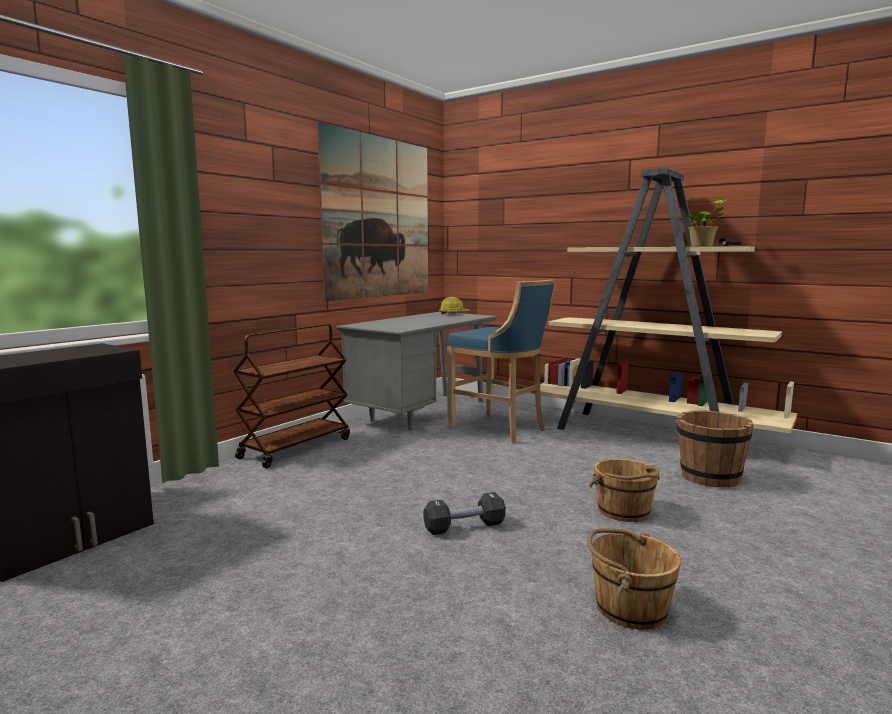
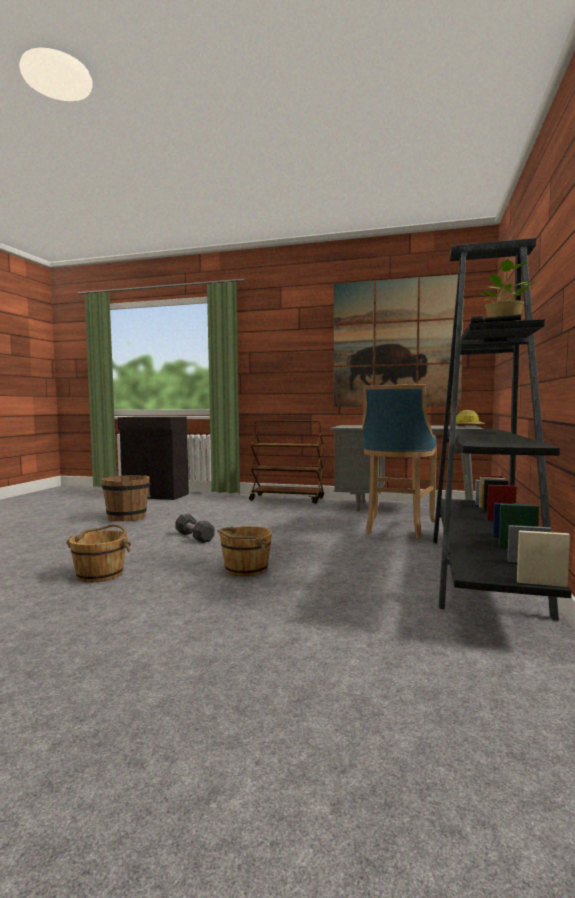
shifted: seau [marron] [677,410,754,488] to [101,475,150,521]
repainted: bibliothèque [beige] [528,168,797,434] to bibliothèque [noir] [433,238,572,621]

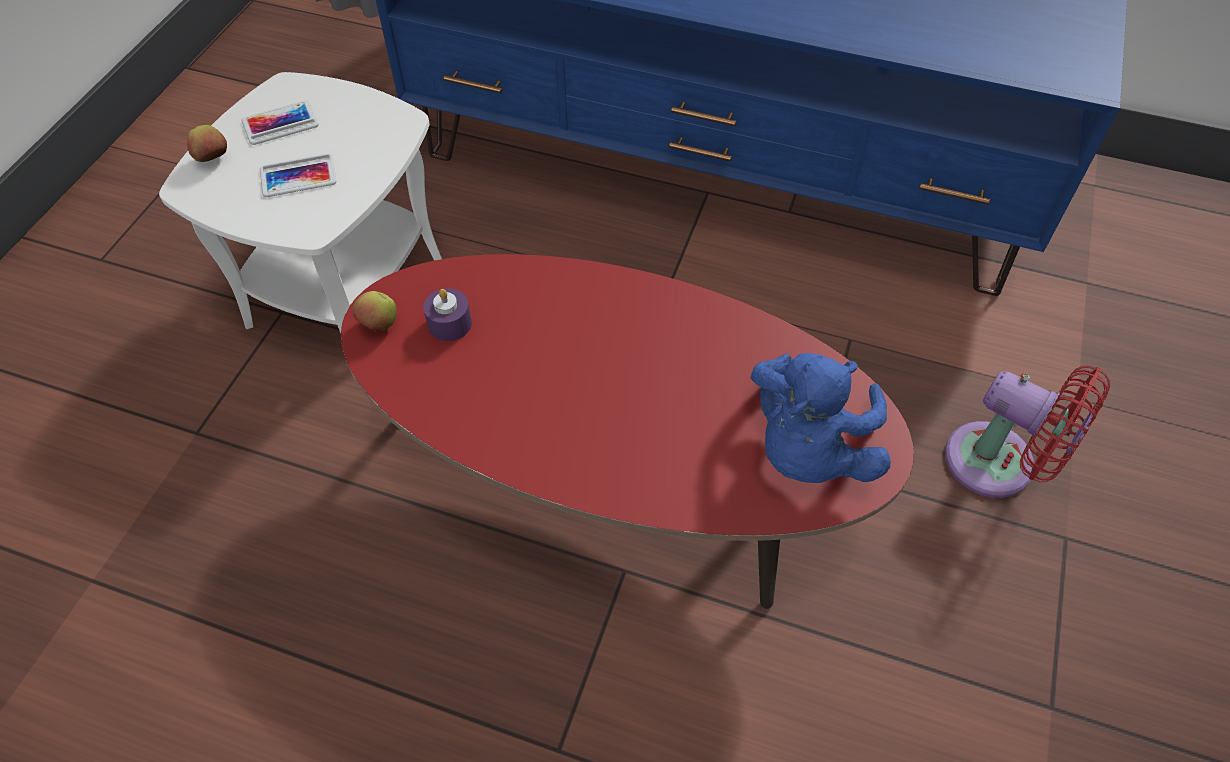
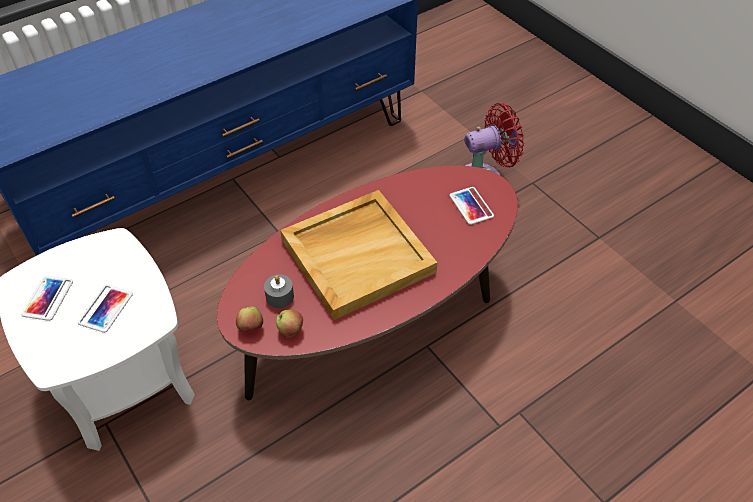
new: plateau [beige] [280,190,438,320]
shifted: pomme [187,125,227,162] to [276,309,303,338]
swapped: peluche [bleu] [750,353,891,483] to téléphone [450,187,494,225]
repainted: bougie [violet] [423,288,472,341] to bougie [gris] [264,275,294,308]

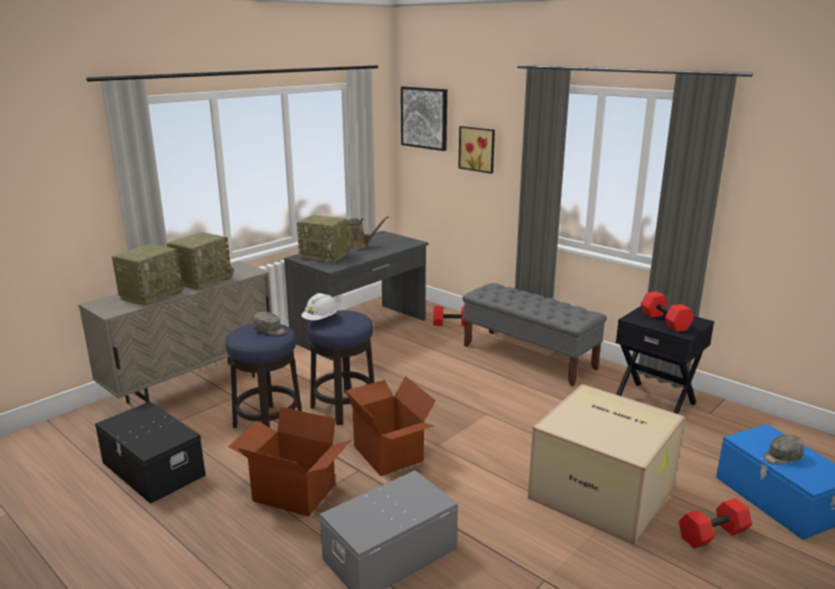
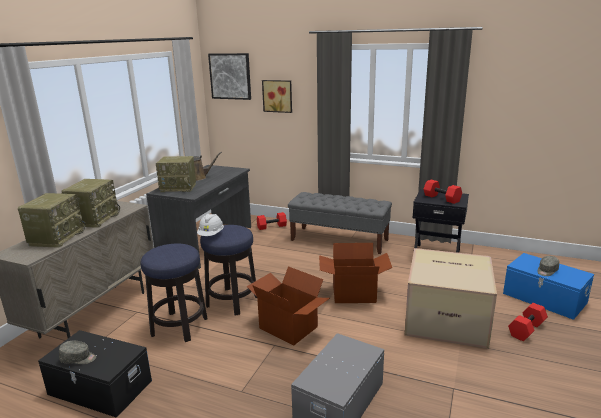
shifted: carton [228,407,351,517] to [319,243,392,303]; casquette [gris] [253,312,286,335] to [59,341,96,364]

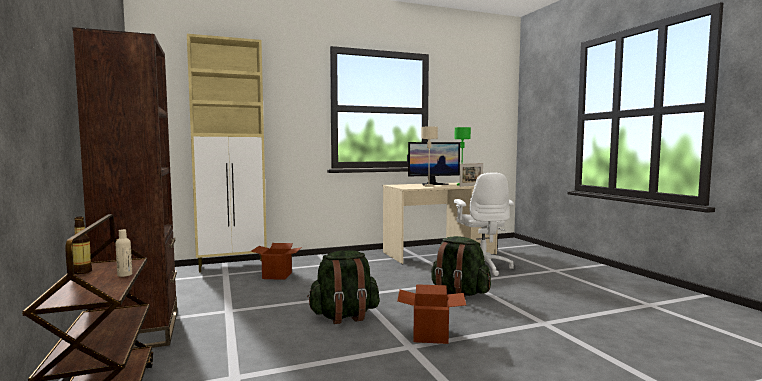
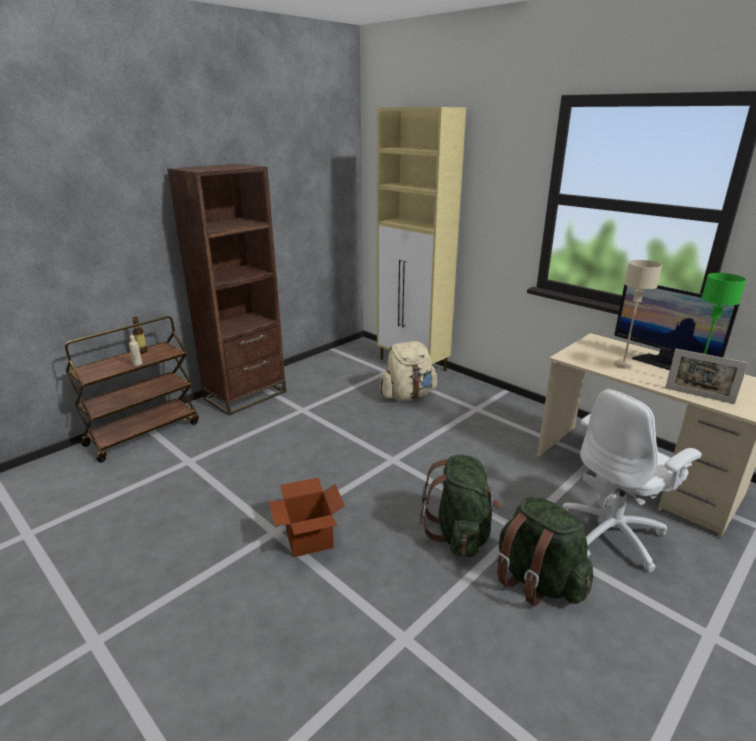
shifted: sac à dos [vert] [307,250,379,324] to [497,496,593,606]
swapped: carton [251,243,302,280] to sac à dos [beige] [379,341,437,401]

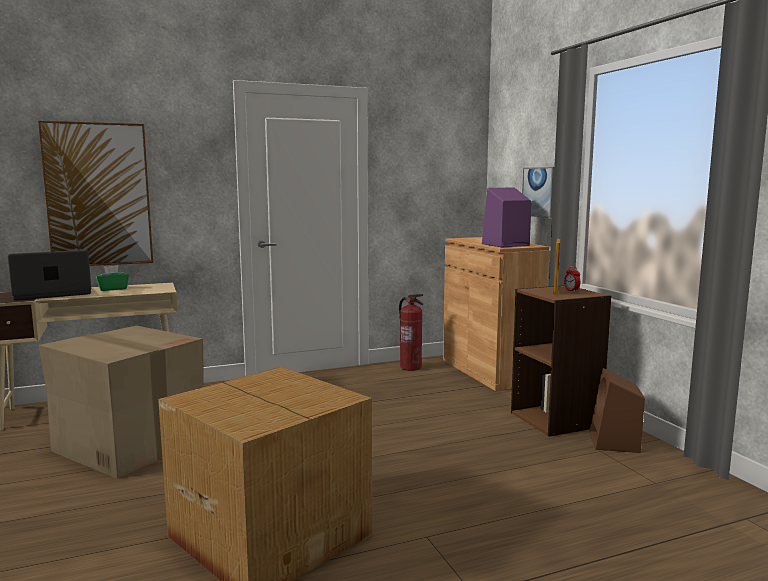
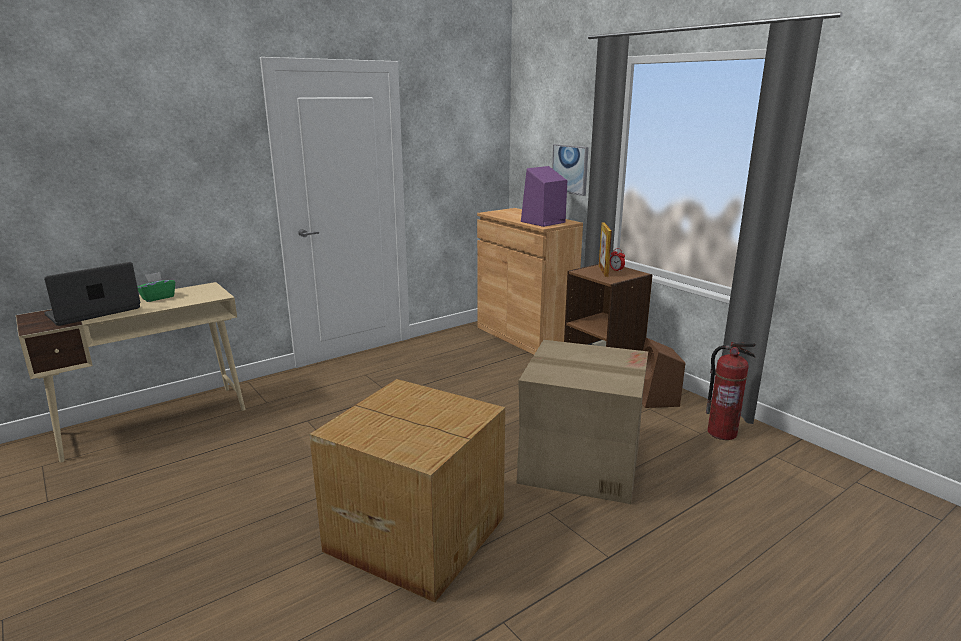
gone: tableau [38,121,153,266]
shifted: carton [39,326,204,479] to [516,340,648,504]; extincteur [399,294,424,371] to [706,342,756,440]

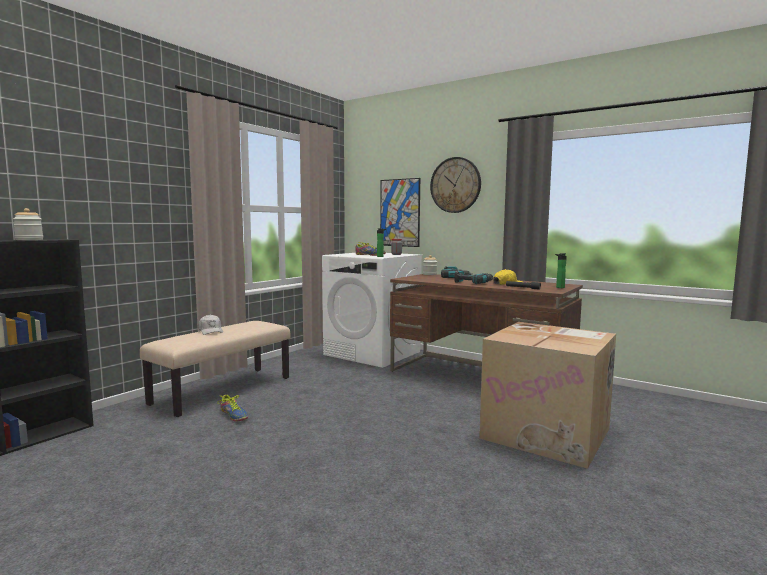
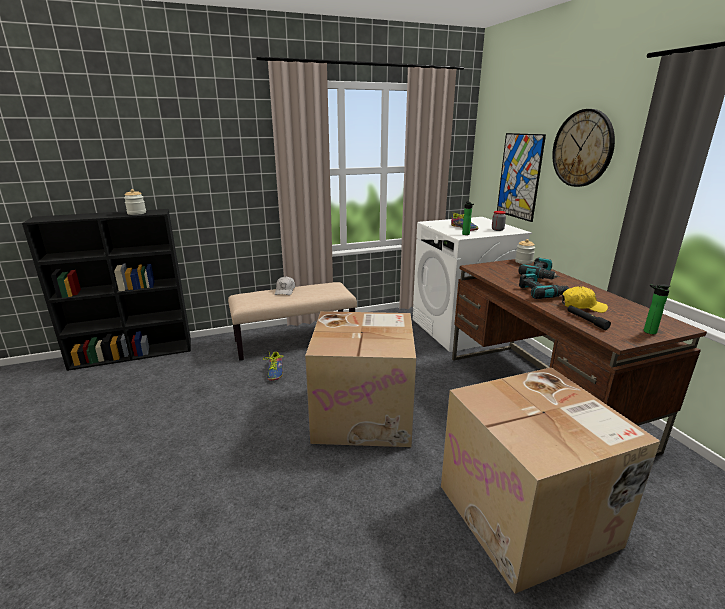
new: carton [305,311,416,447]

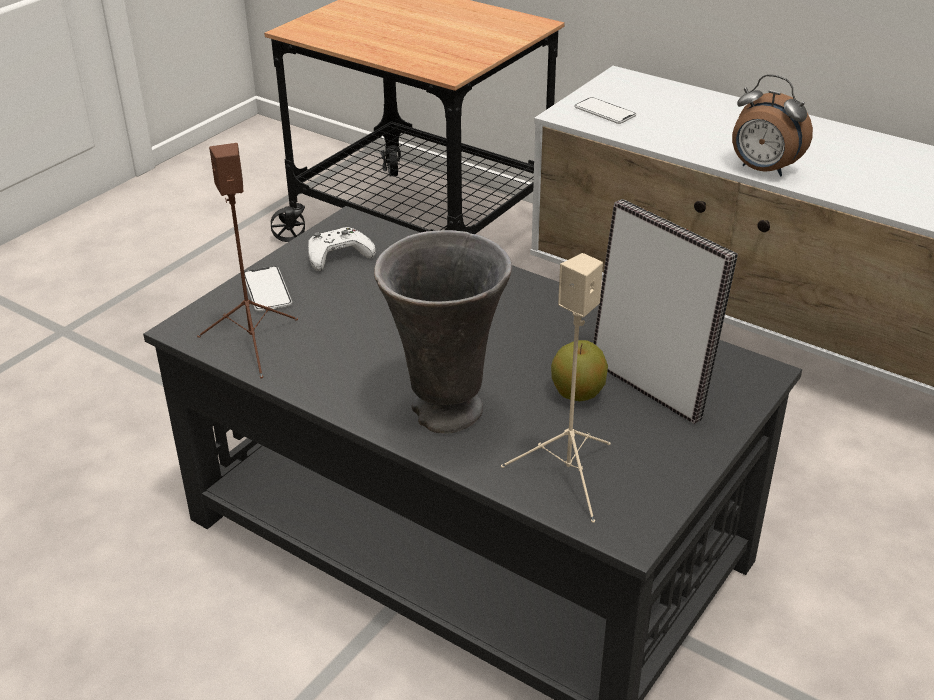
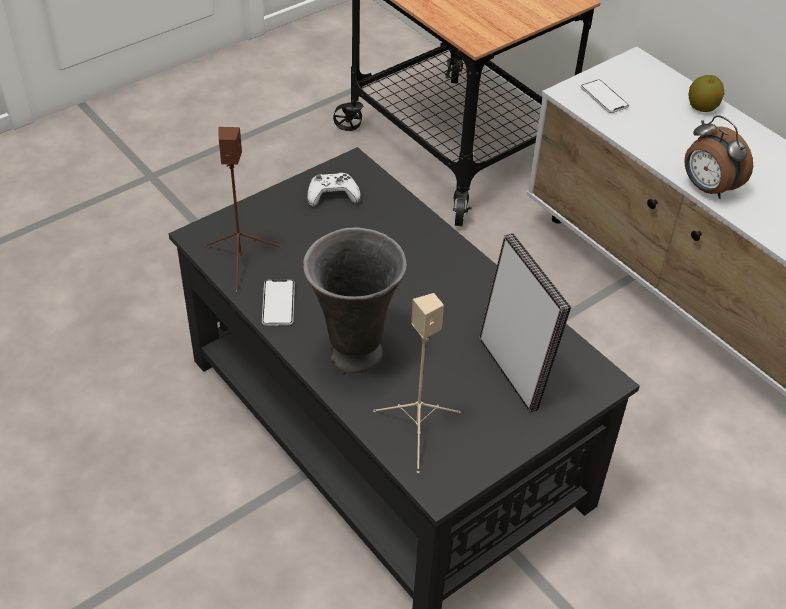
shifted: téléphone [244,266,292,312] to [262,279,295,326]; pomme [551,340,608,401] to [688,75,724,112]

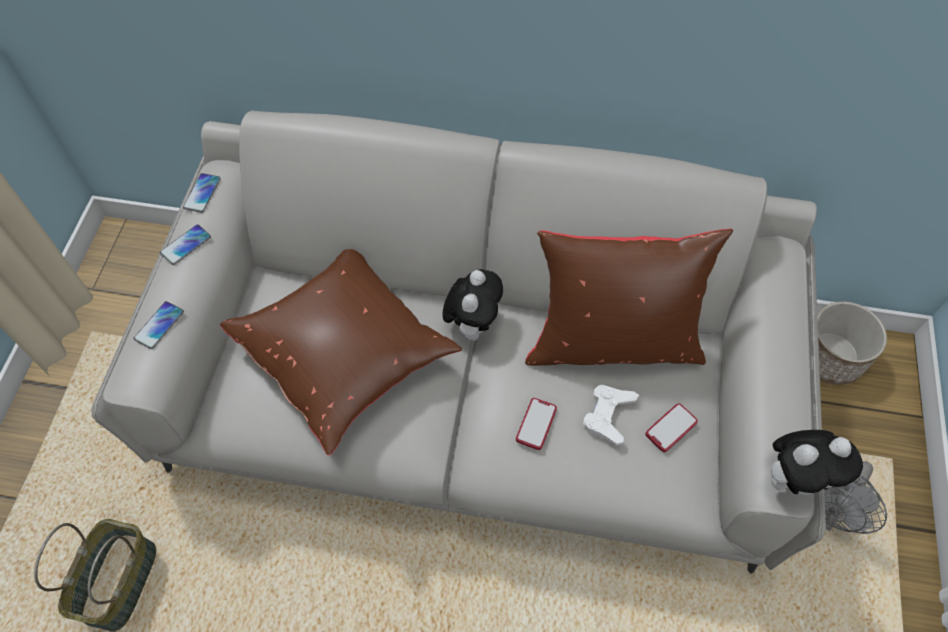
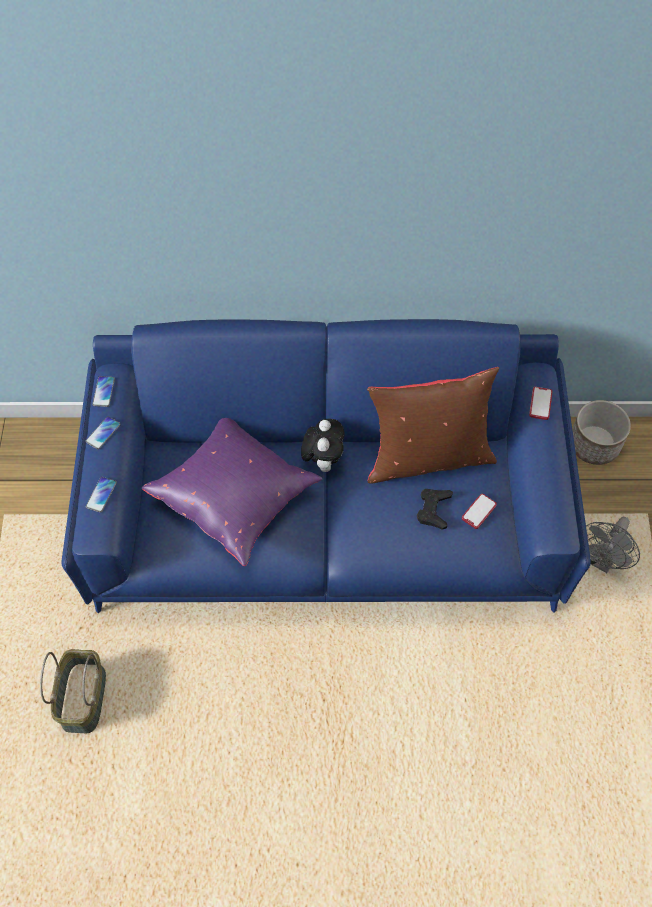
gone: peluche [771,430,863,494]
shifted: téléphone [516,398,557,450] to [529,387,552,420]
repainted: canapé [gris] [91,111,826,574] to canapé [bleu] [61,319,591,613]; coussin [marron] [220,249,462,455] to coussin [violet] [142,418,323,566]; manette [blanc] [583,385,639,446] to manette [noir] [417,489,453,530]

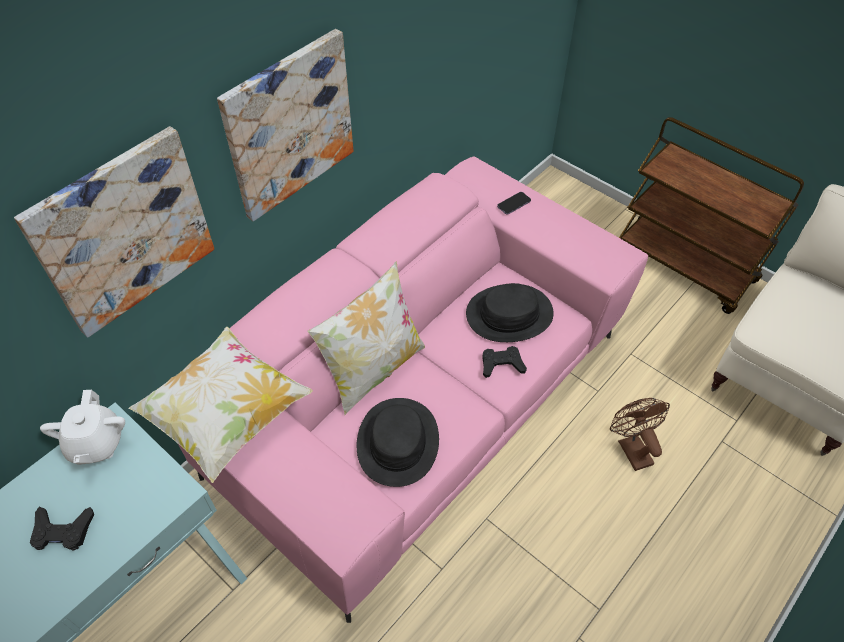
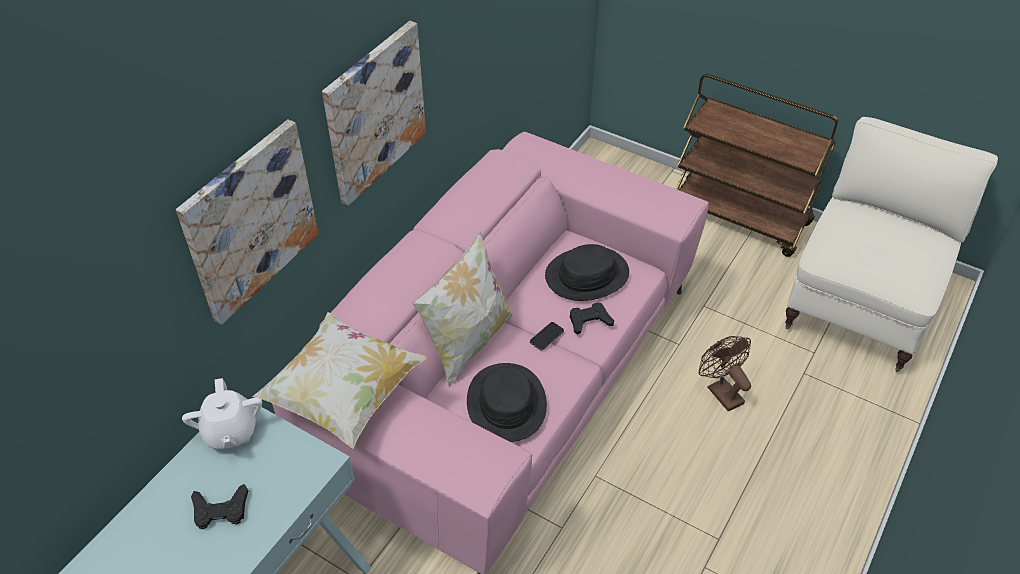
shifted: téléphone [497,192,531,215] to [530,322,564,351]

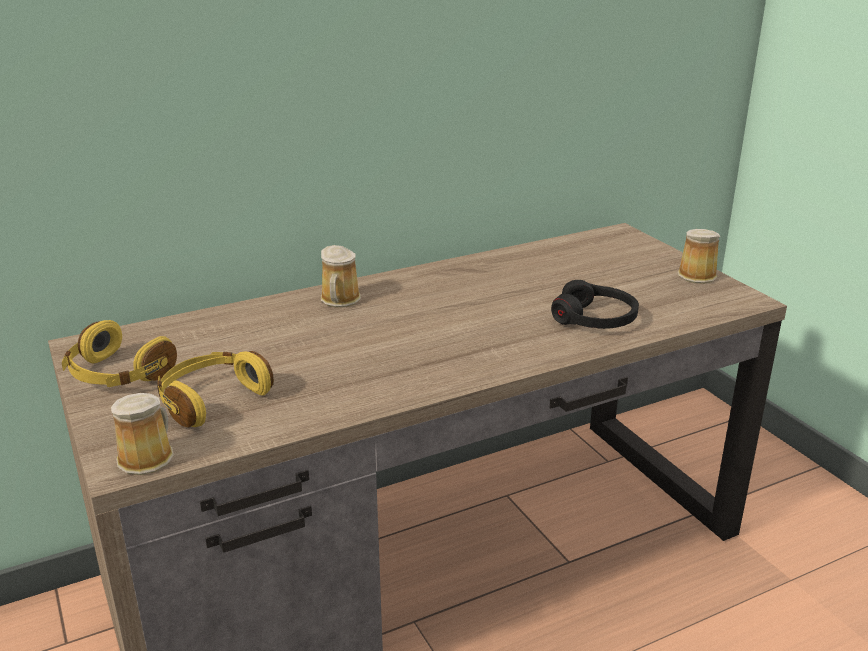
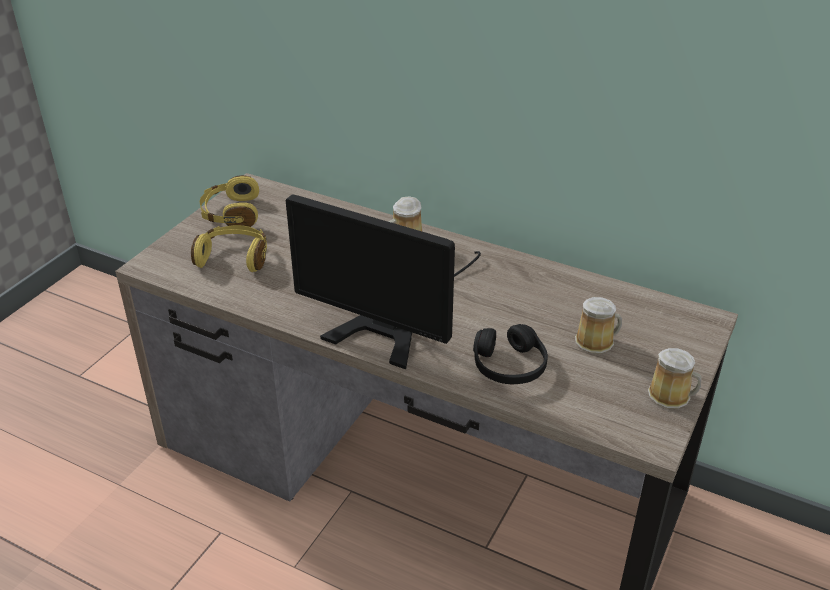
new: écran d'ordinateur [286,194,481,369]
shifted: mug [111,393,174,475] to [575,297,622,354]

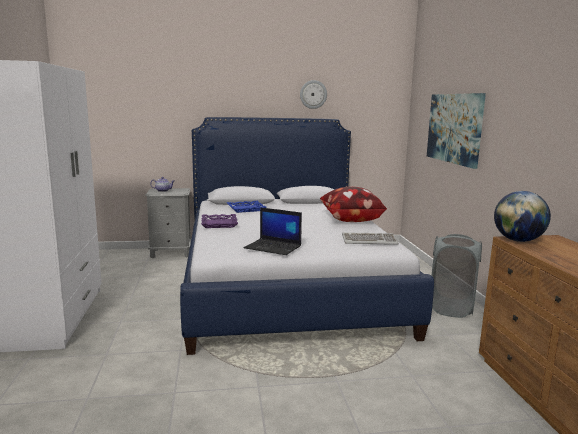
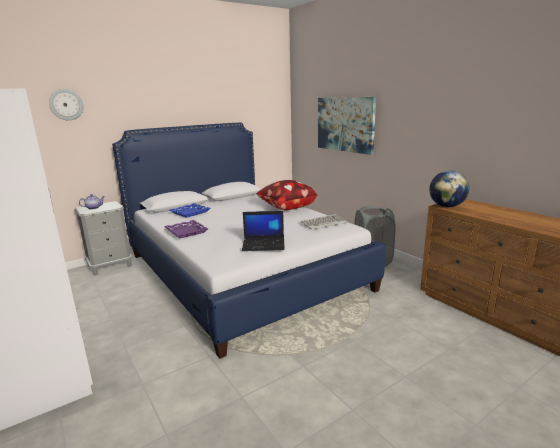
shifted: horloge murale [300,80,327,109] to [49,89,83,121]

